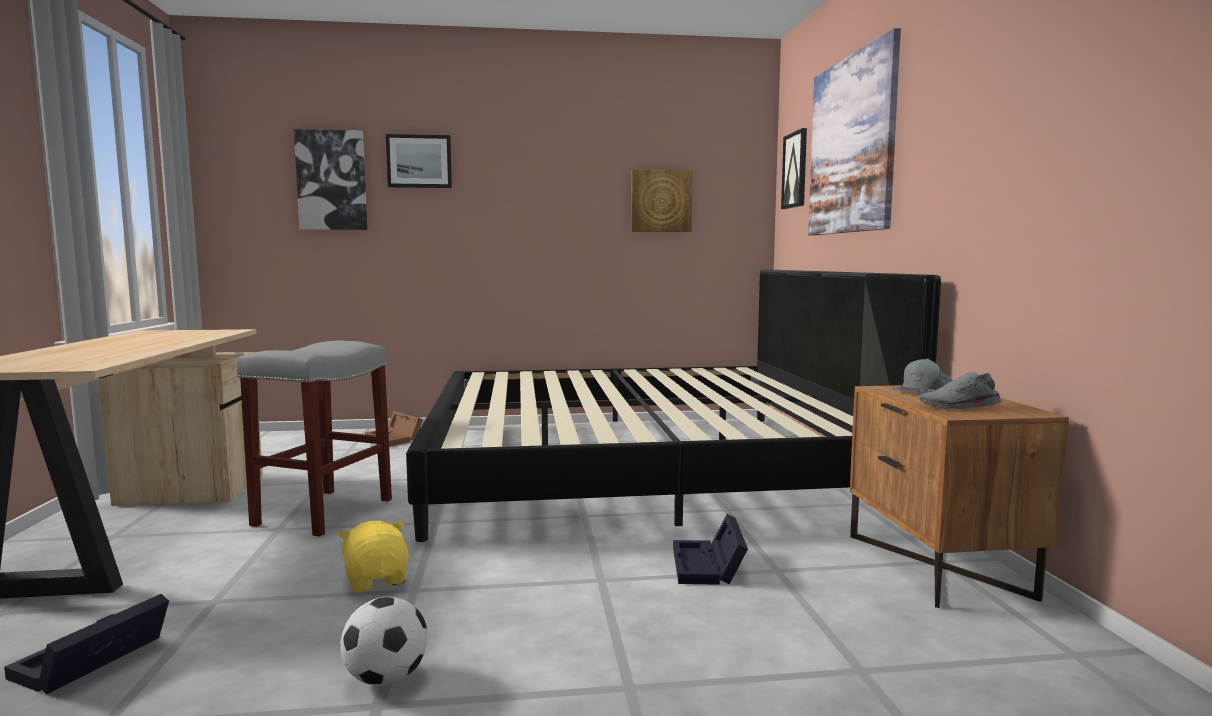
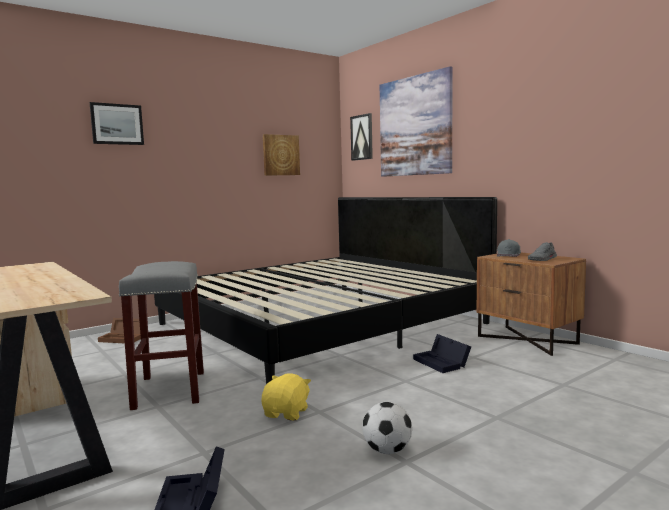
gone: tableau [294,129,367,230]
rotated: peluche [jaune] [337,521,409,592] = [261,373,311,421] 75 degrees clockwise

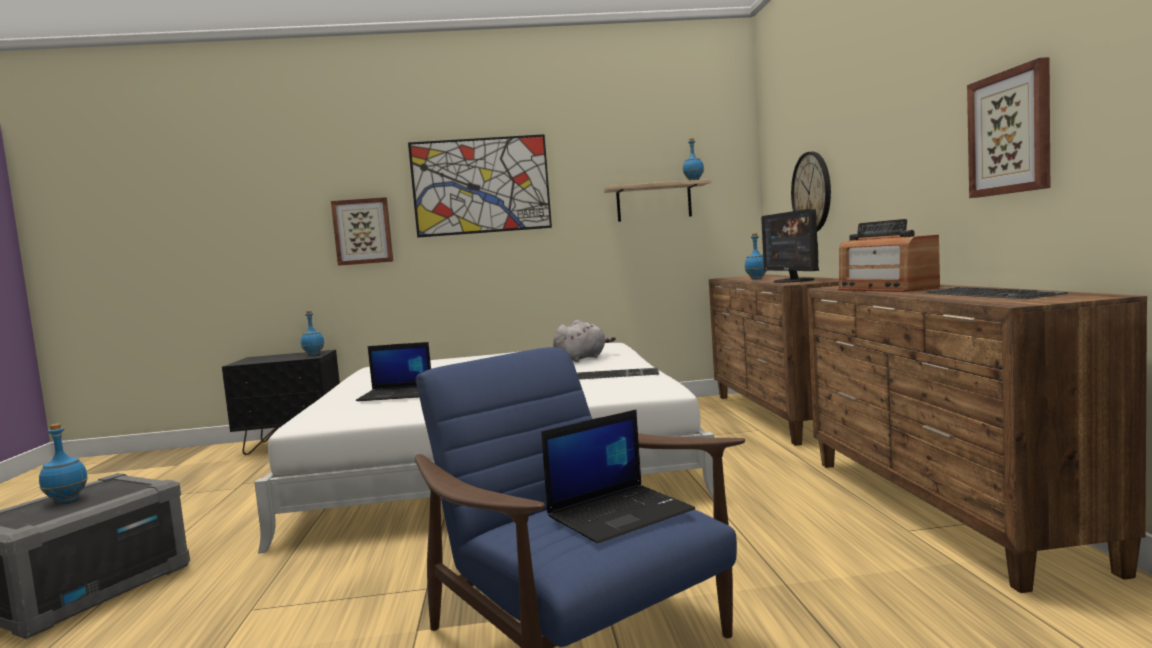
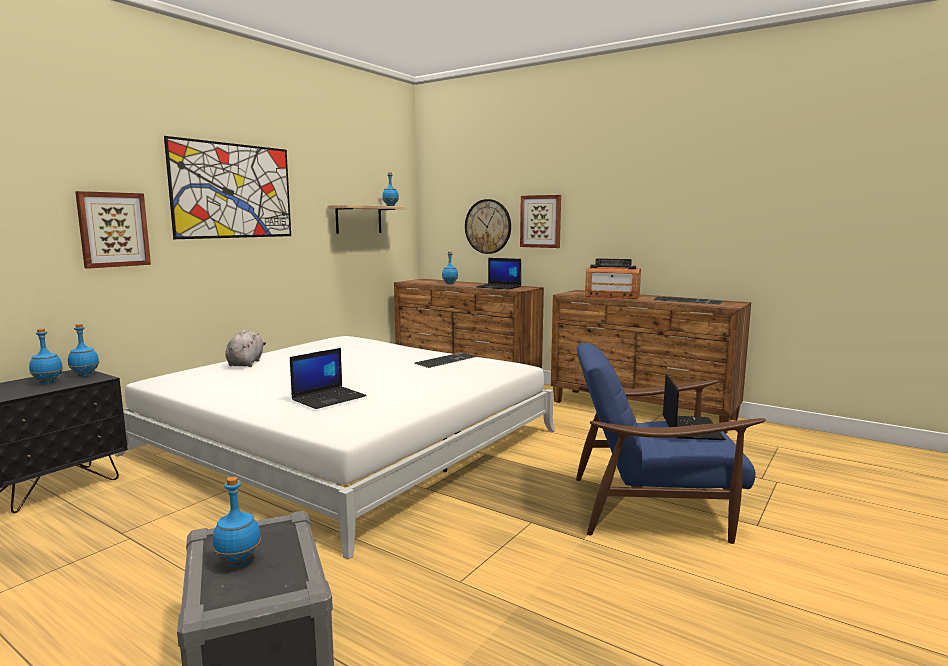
new: bouteille [bleu] [29,328,63,384]
shifted: peluche [gris] [553,320,615,362] to [225,329,266,367]; tableau [967,57,1050,198] to [520,195,561,248]
swapped: écran d'ordinateur [761,209,819,283] to ordinateur portable [476,258,521,290]

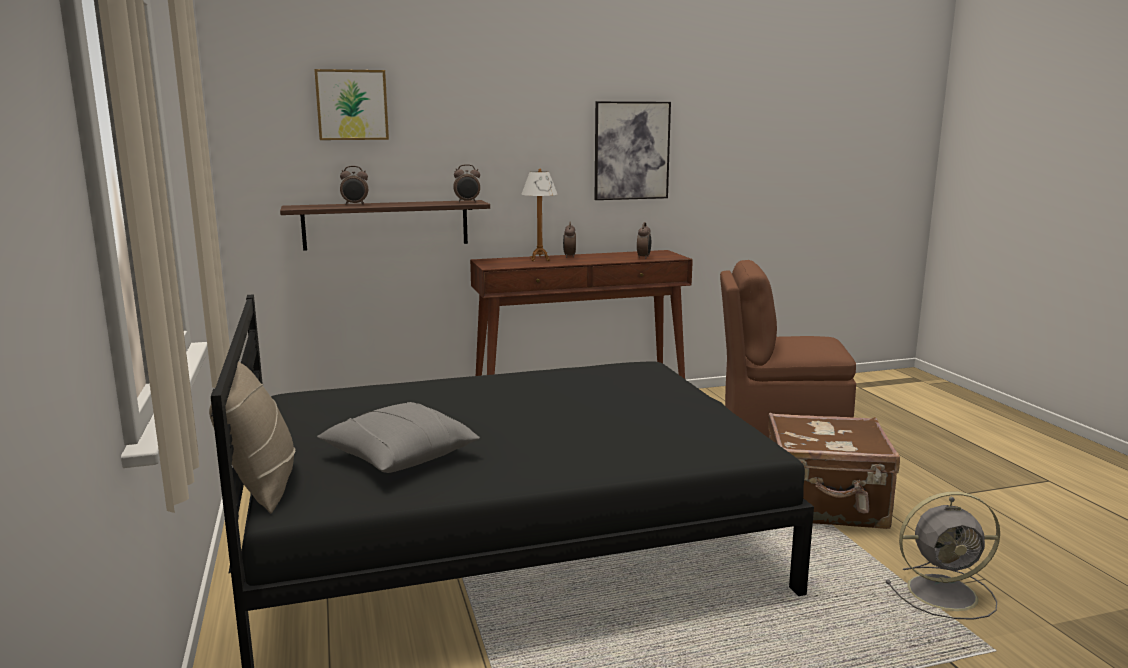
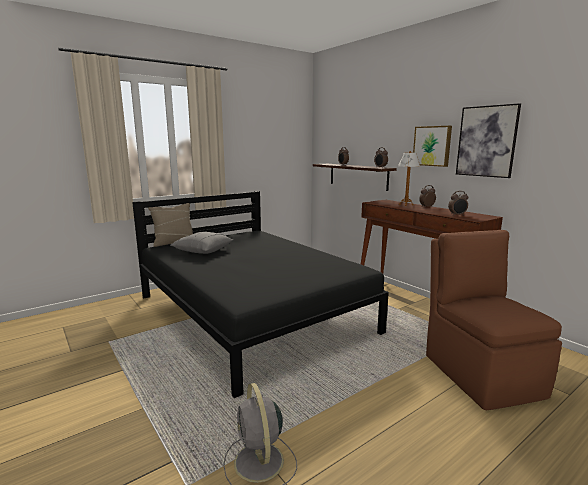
gone: valise [marron] [768,413,900,529]
shifted: tableau [314,69,389,140] to [413,126,452,167]

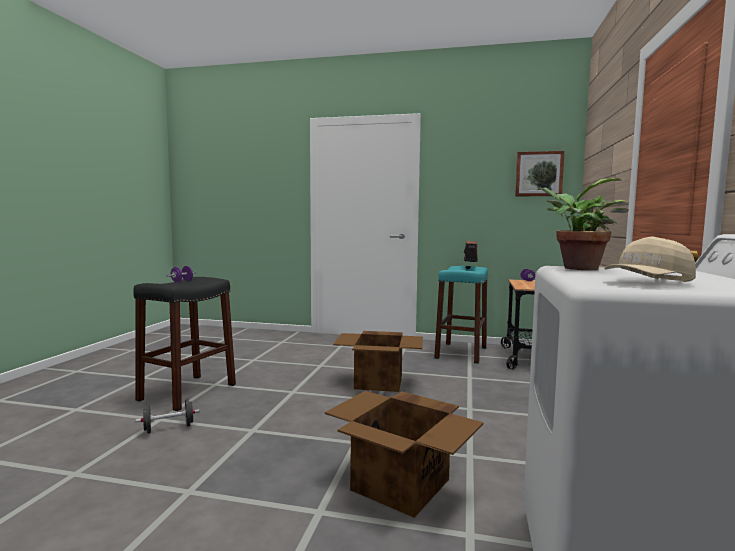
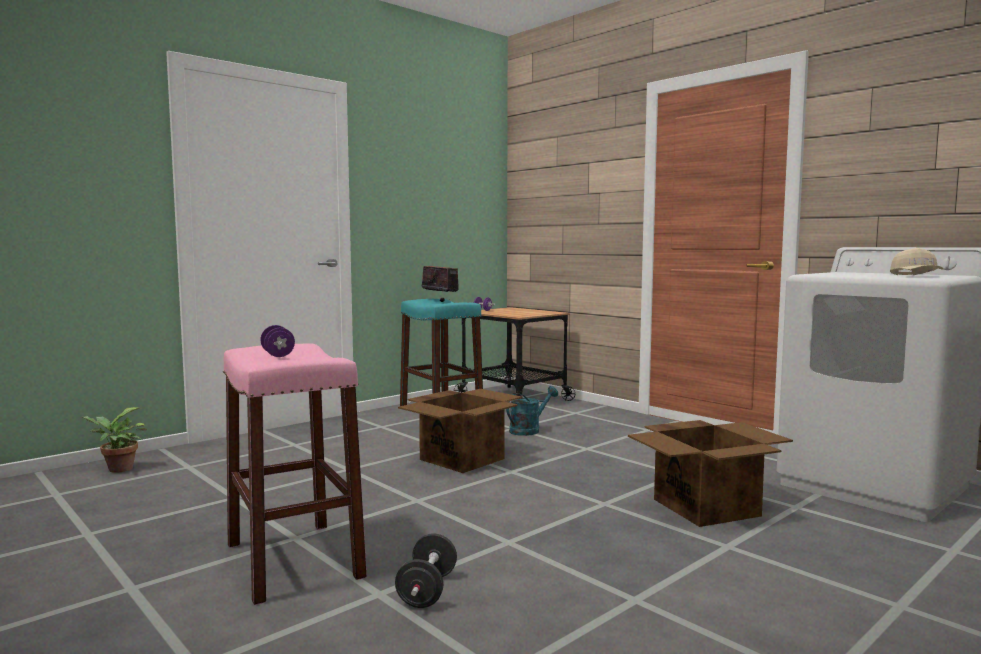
gone: tableau [515,151,565,196]
new: arrosoir [turquoise] [506,386,558,436]
shifted: plante en pot [537,178,629,270] to [81,407,147,473]
repainted: tabouret [noir] [133,277,236,411] to tabouret [rose] [223,343,367,605]

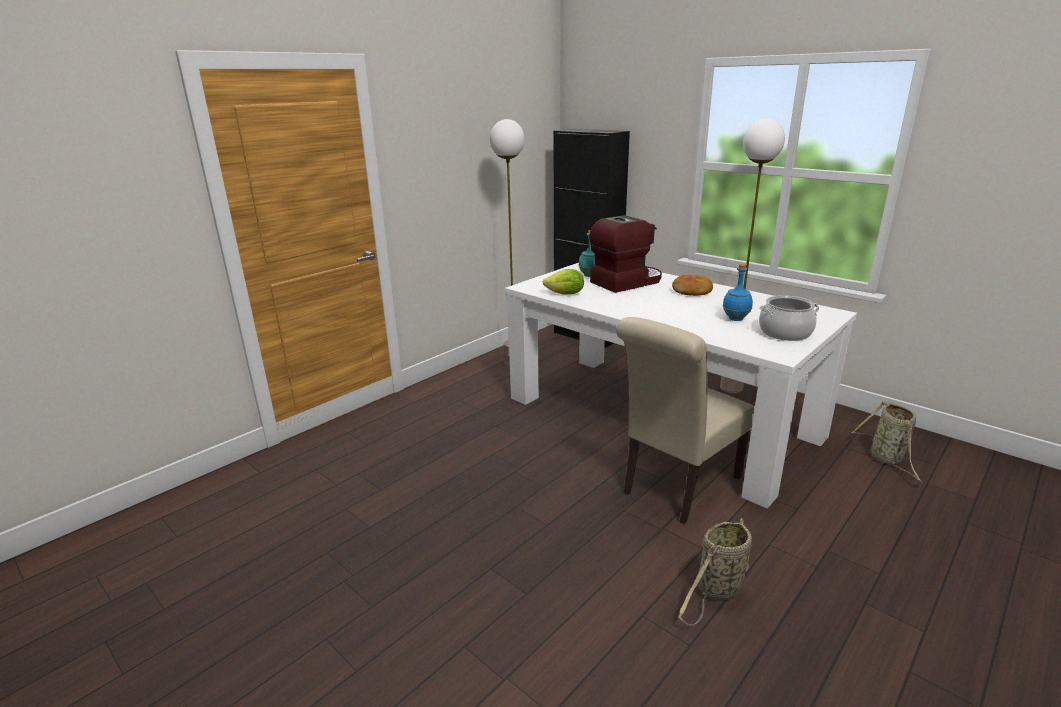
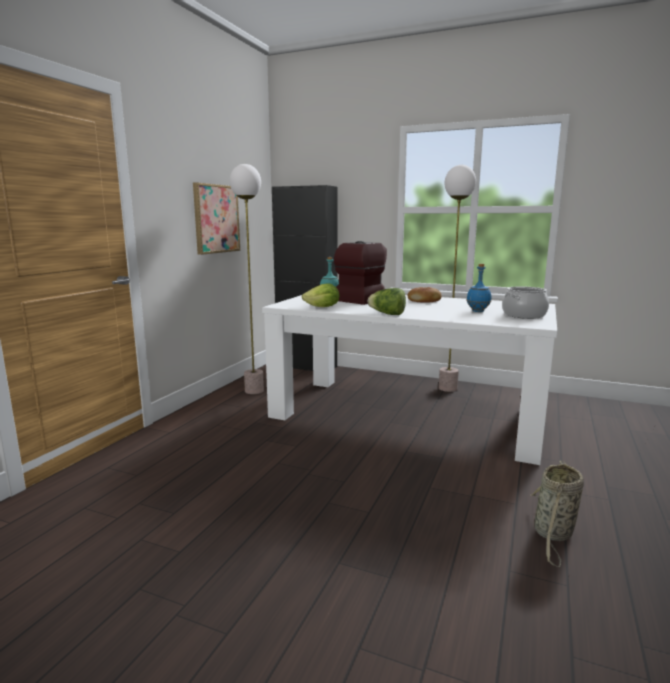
gone: chaise [beige] [616,317,755,524]; panier [852,401,923,483]
new: tableau [193,182,240,255]; laitue [368,288,406,315]

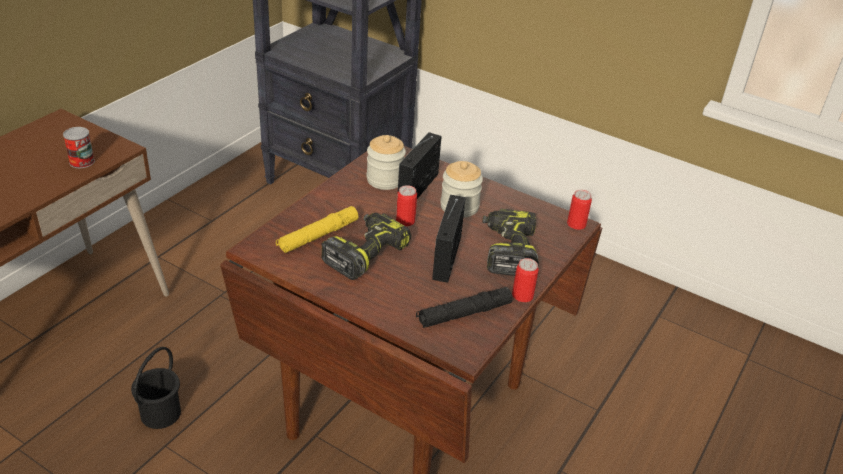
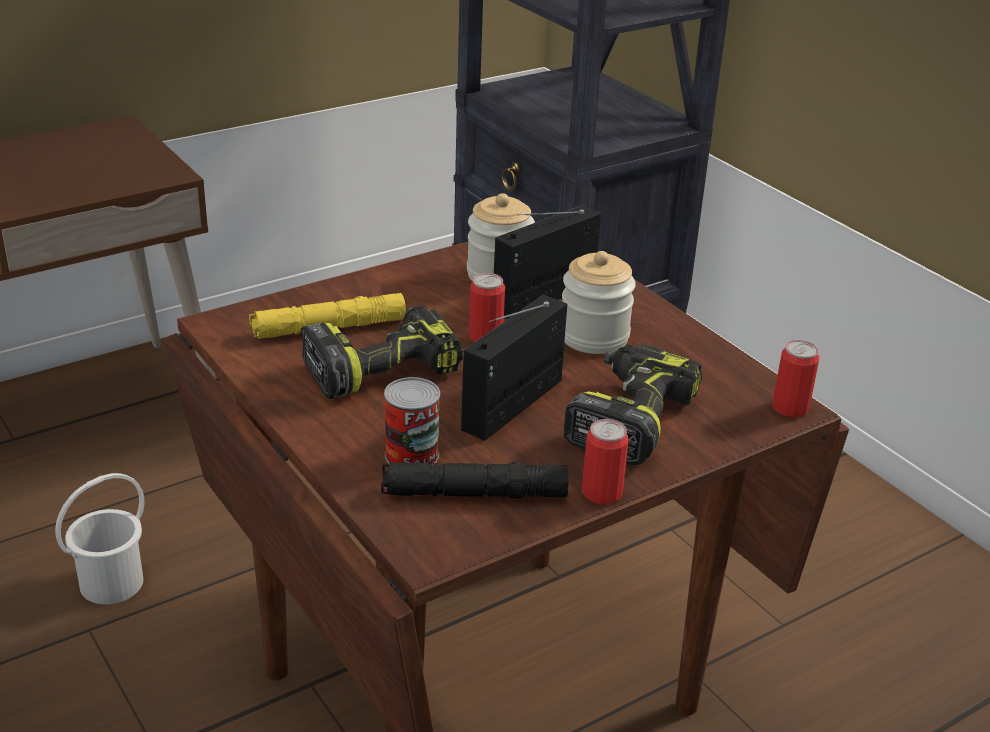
shifted: boîte métallique [63,127,95,168] to [384,377,440,465]
repainted: seau [noir] [131,347,181,429] to seau [blanc] [55,473,144,604]

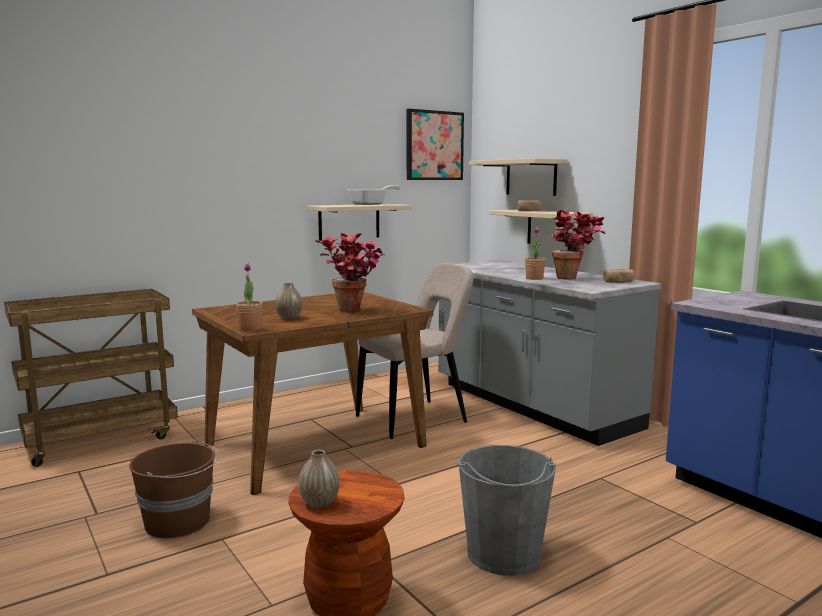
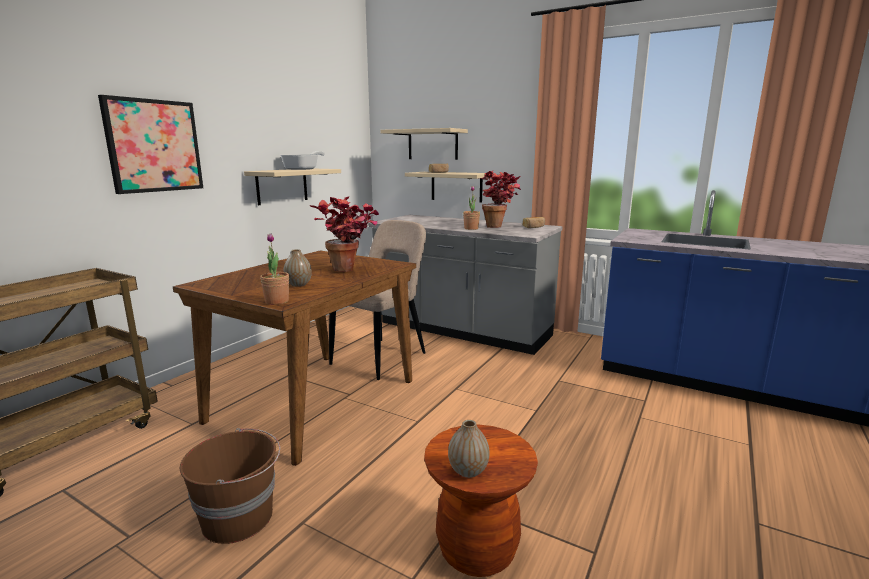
gone: seau [gris] [458,445,556,575]
shifted: tableau [407,109,464,180] to [98,95,203,194]

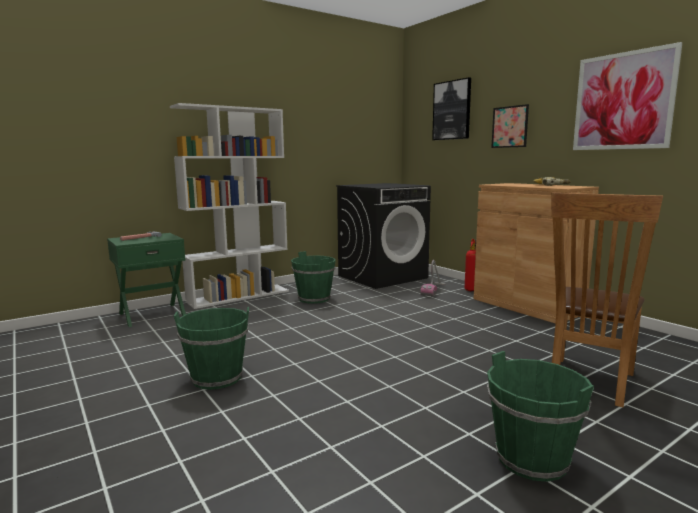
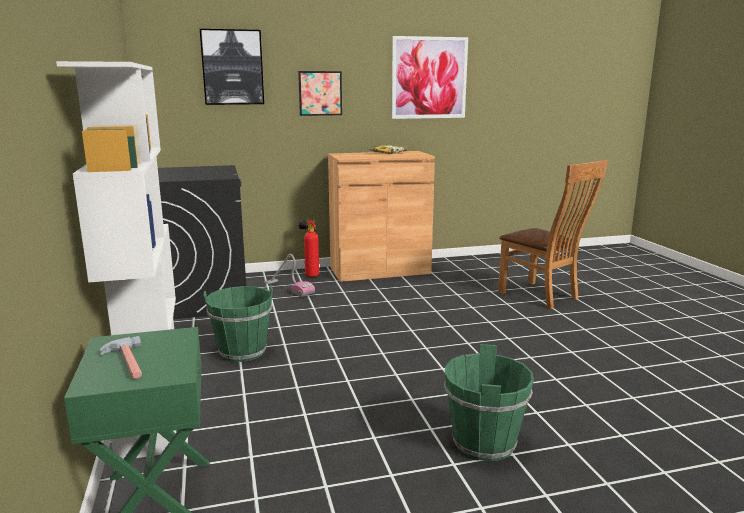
gone: seau [vert] [487,351,594,482]

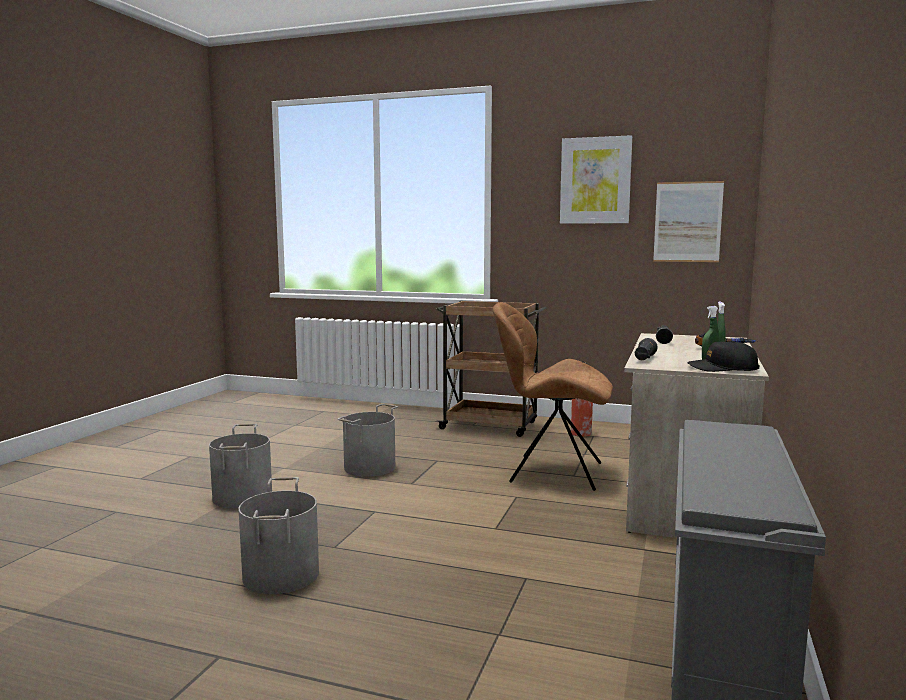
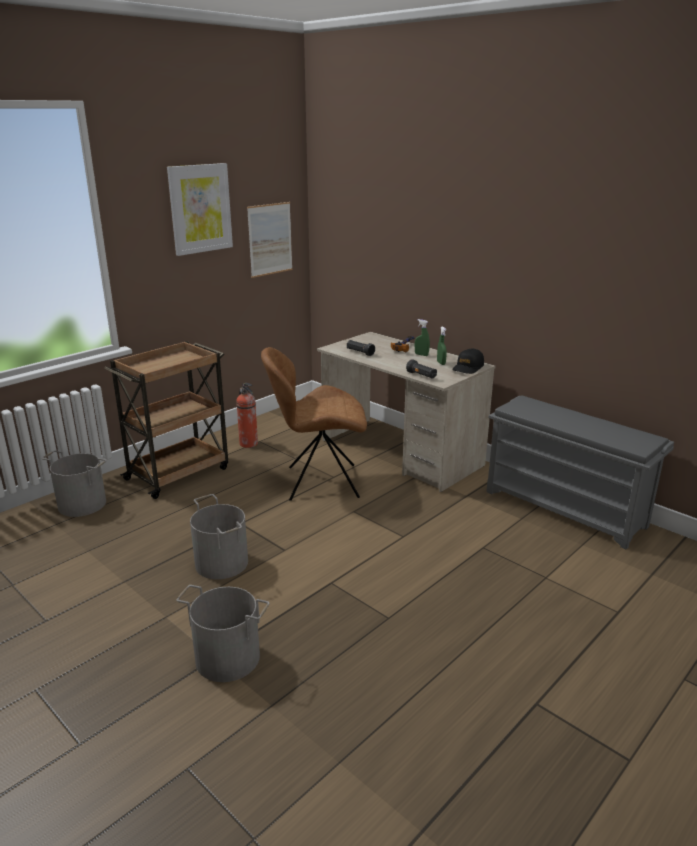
shifted: seau [gris] [238,477,319,594] to [42,450,107,517]
rotated: chaise [marron] [493,303,613,491] = [261,347,367,501] 45 degrees clockwise

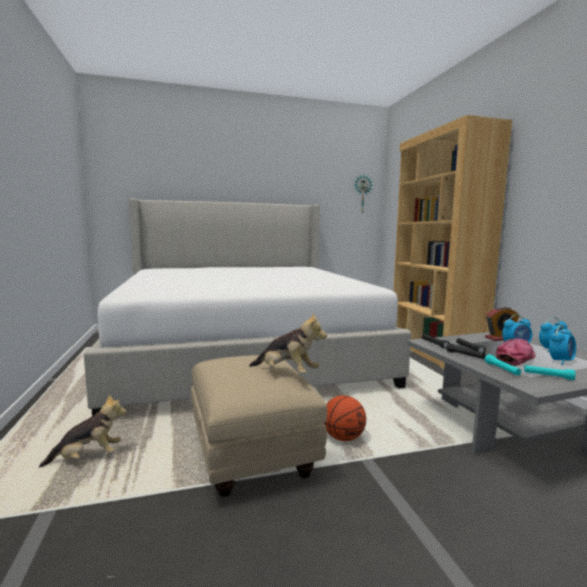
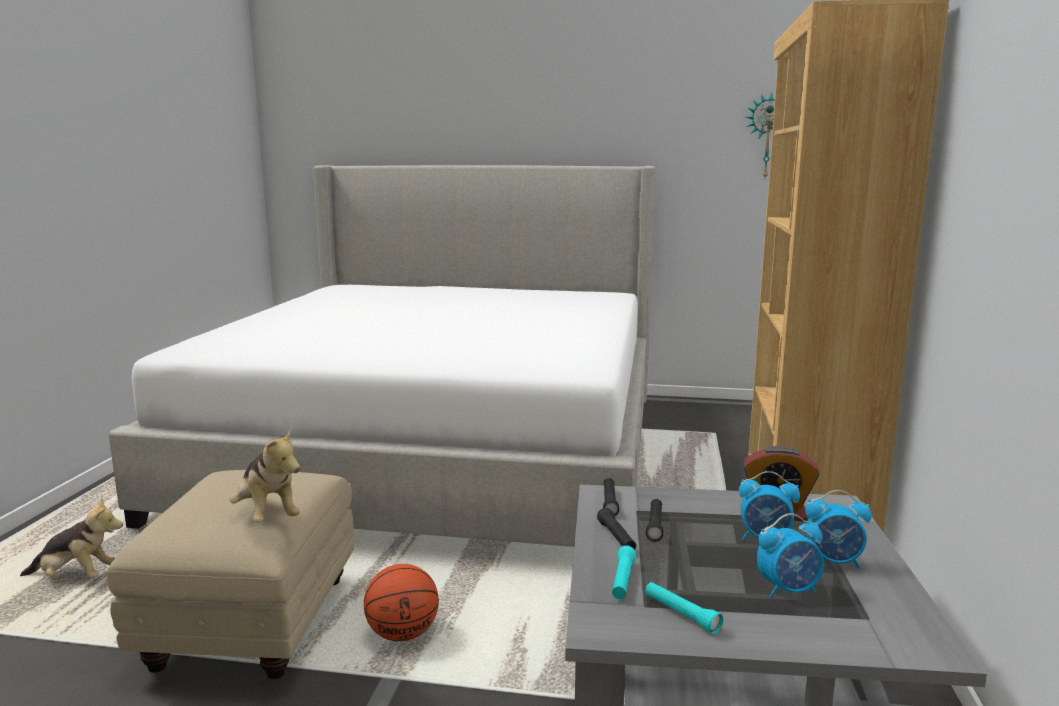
gone: casquette [496,339,535,366]

